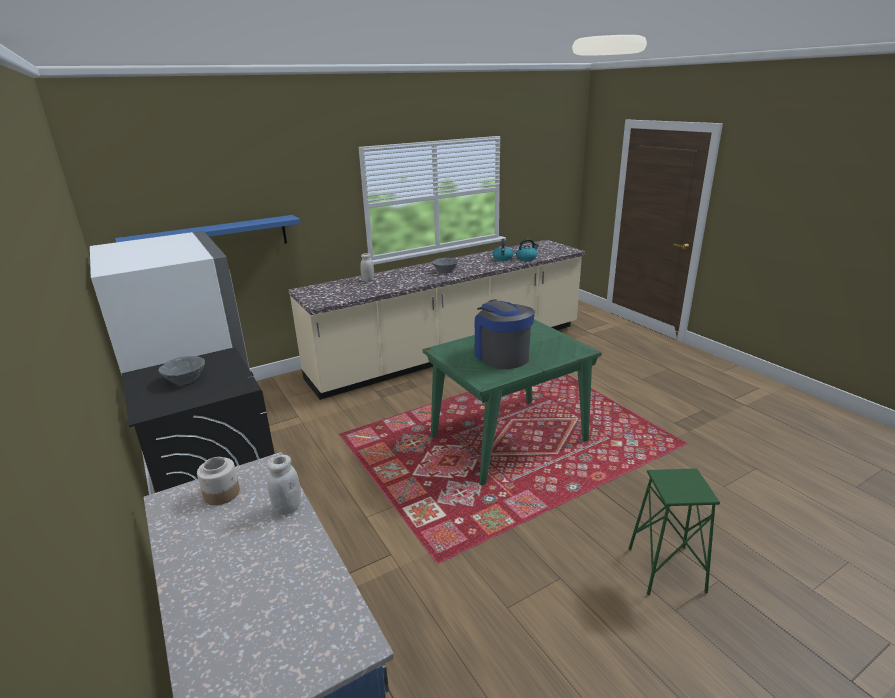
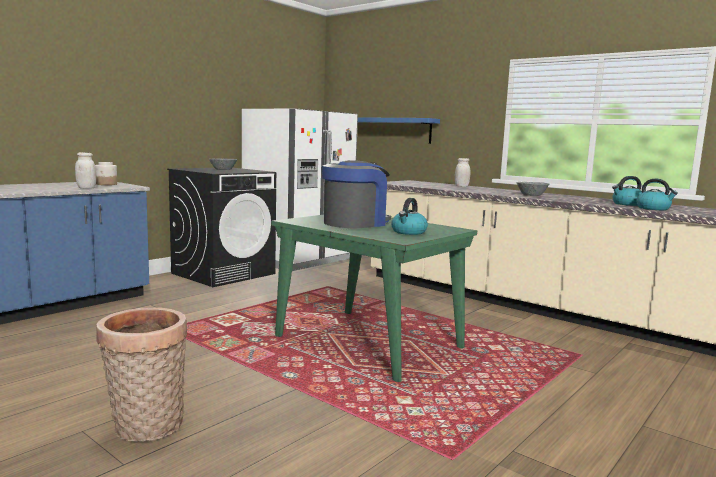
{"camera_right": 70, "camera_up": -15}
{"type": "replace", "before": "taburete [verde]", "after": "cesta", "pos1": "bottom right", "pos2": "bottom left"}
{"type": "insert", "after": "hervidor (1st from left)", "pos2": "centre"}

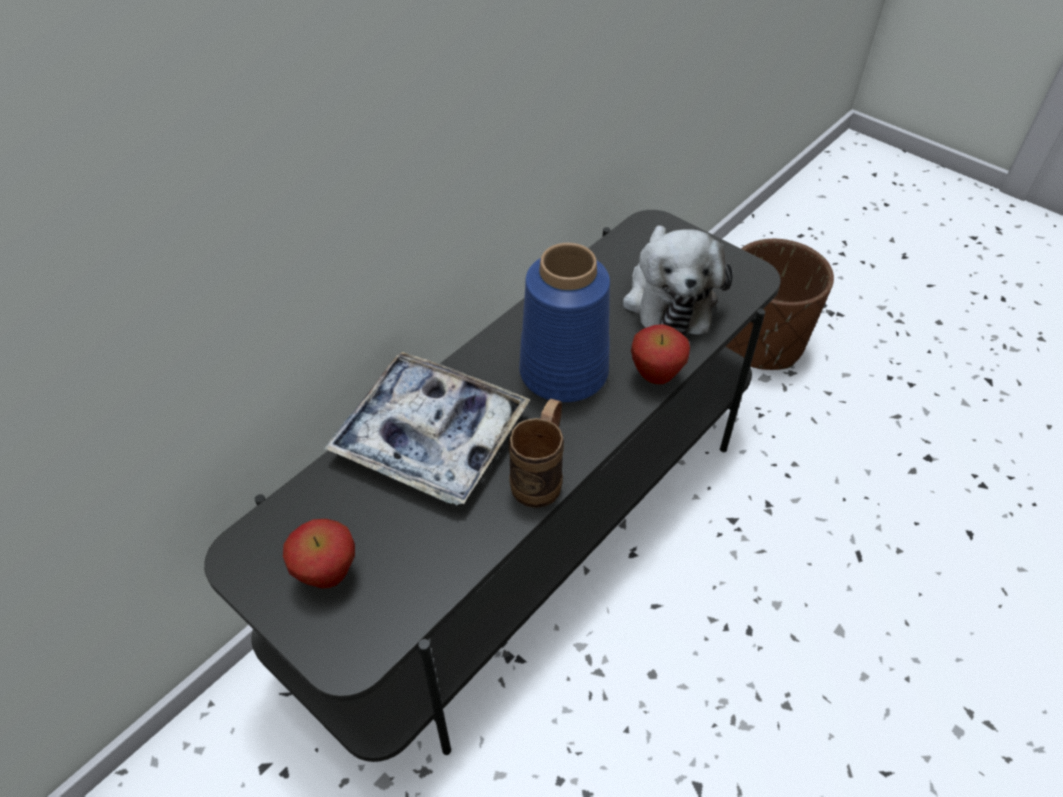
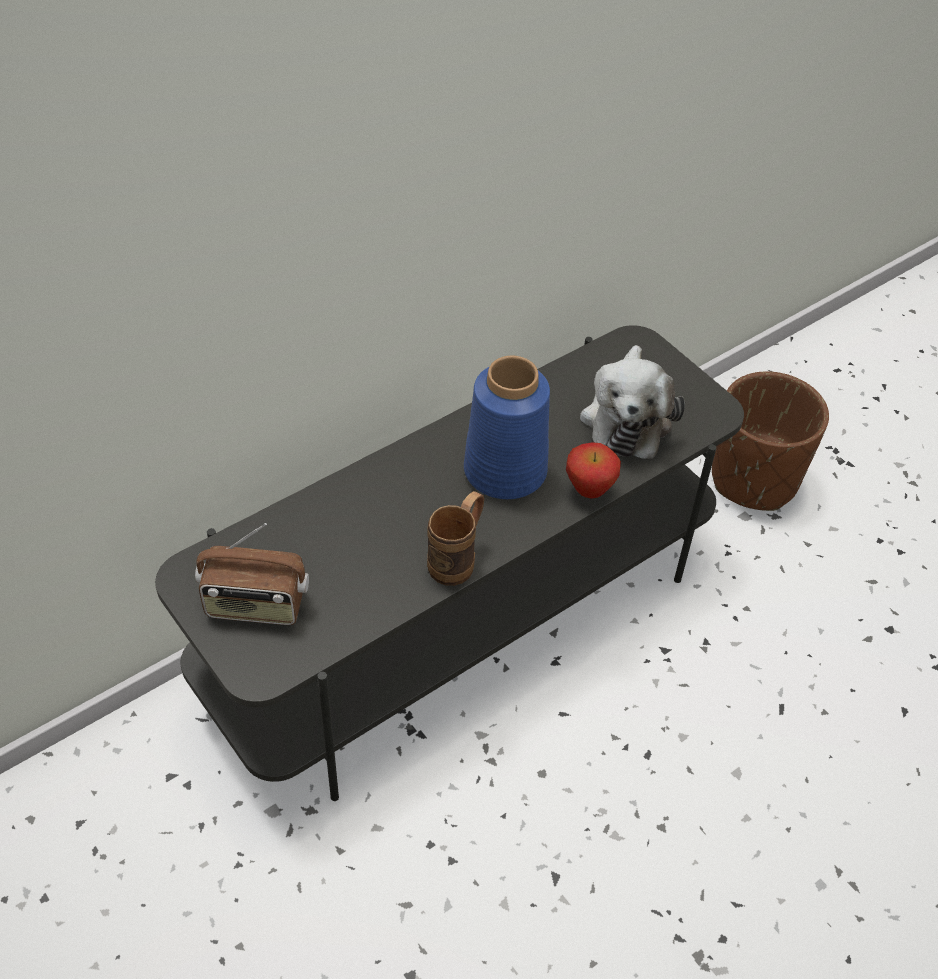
{"camera_right": 10, "camera_up": 0}
{"type": "replace", "before": "manzana (1st from left)", "after": "radio", "pos1": "bottom left", "pos2": "middle left"}
{"type": "delete", "before": "bandeja", "pos1": "centre"}

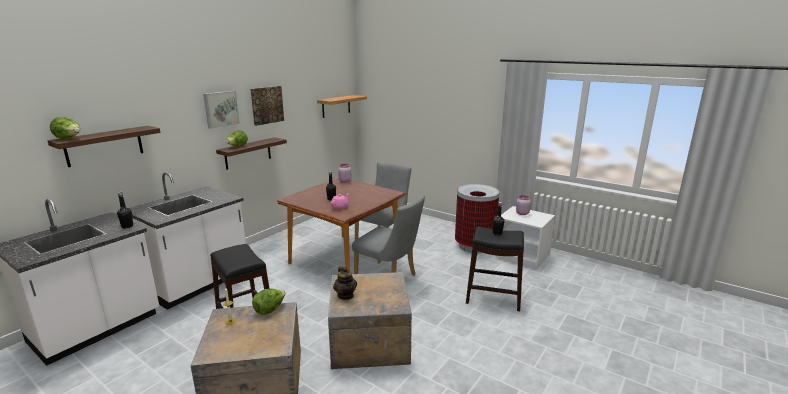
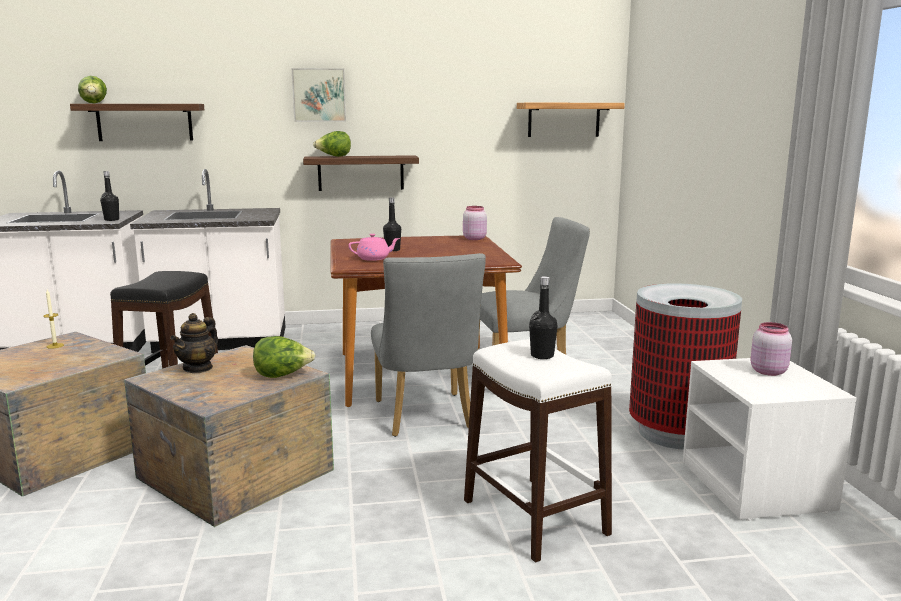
{"camera_right": 45, "camera_up": -5}
{"type": "delete", "before": "cuadro (2nd from left)", "pos1": "top centre"}
{"type": "move", "before": "lechuga (3rd from left in the first image)", "after": "lechuga (2nd from left)", "pos1": "bottom centre", "pos2": "middle left"}
{"type": "recolor", "before": "taburete [negro] (2nd from left)", "after": "taburete [blanco]", "pos1": "bottom centre", "pos2": "bottom centre"}

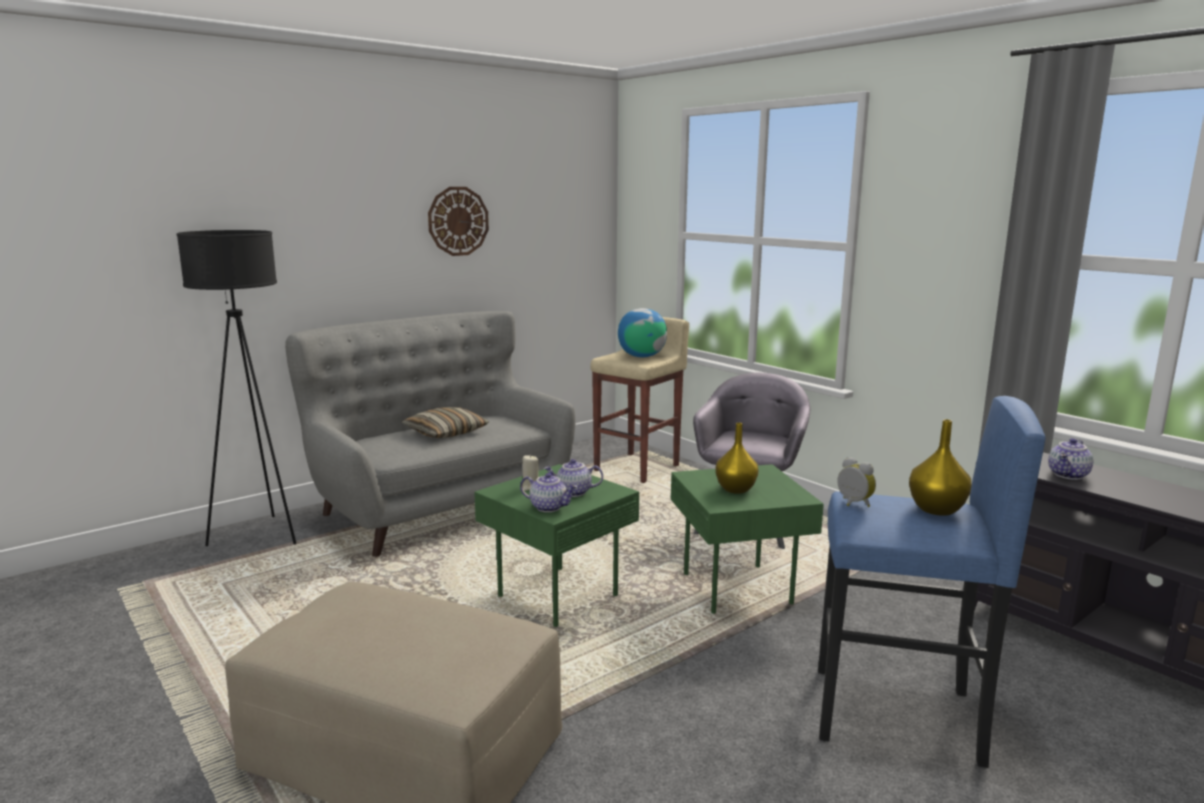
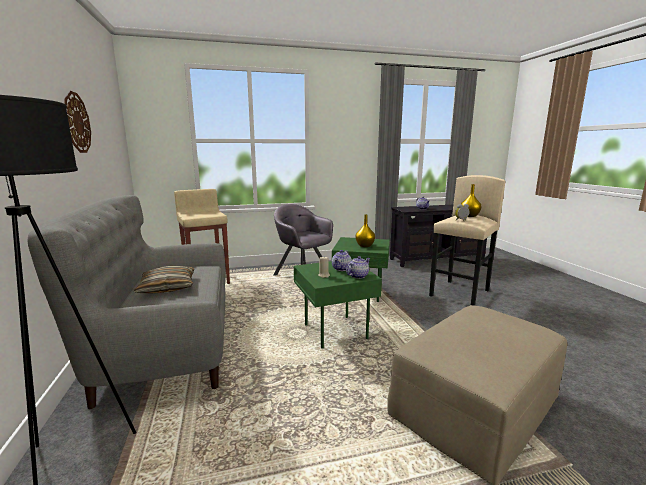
{"camera_right": -65, "camera_up": 0}
{"type": "delete", "before": "globo terráqueo", "pos1": "centre"}
{"type": "recolor", "before": "taburete [azul]", "after": "taburete [beis] (2nd from left)", "pos1": "bottom right", "pos2": "middle right"}

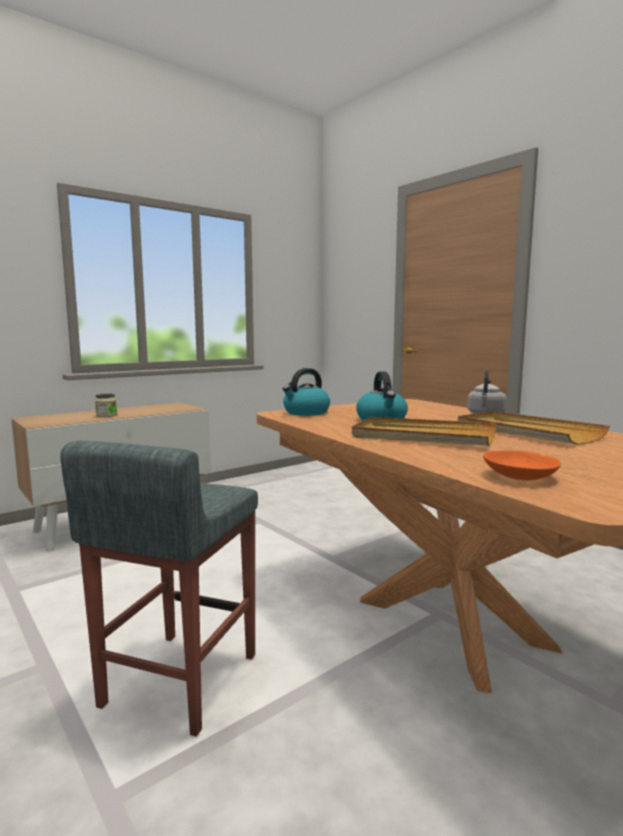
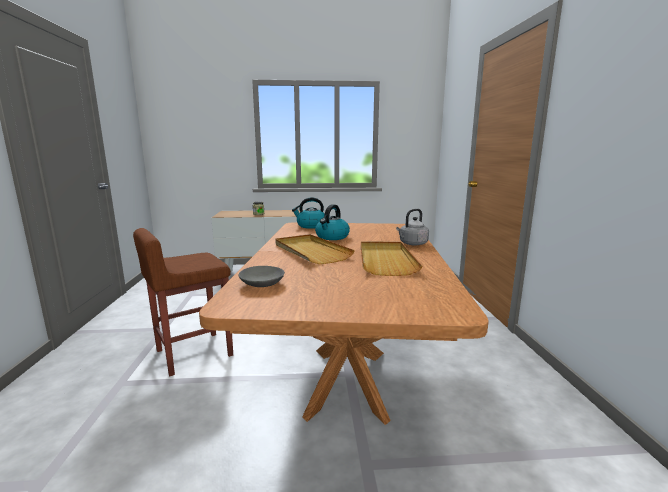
{"camera_right": 35, "camera_up": 5}
{"type": "recolor", "before": "taburete [gris]", "after": "taburete [marrón]", "pos1": "bottom left", "pos2": "middle left"}
{"type": "recolor", "before": "cuenco [naranja]", "after": "cuenco [gris]", "pos1": "middle right", "pos2": "centre"}

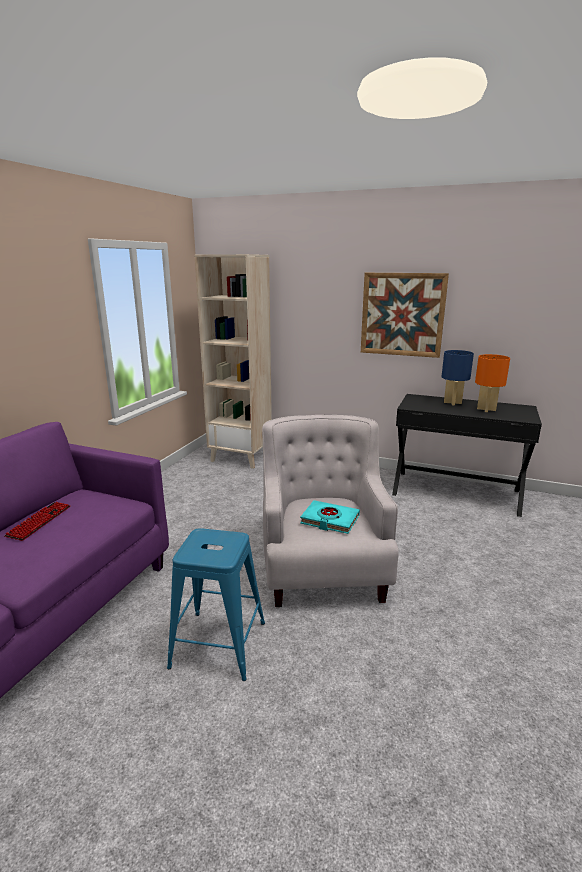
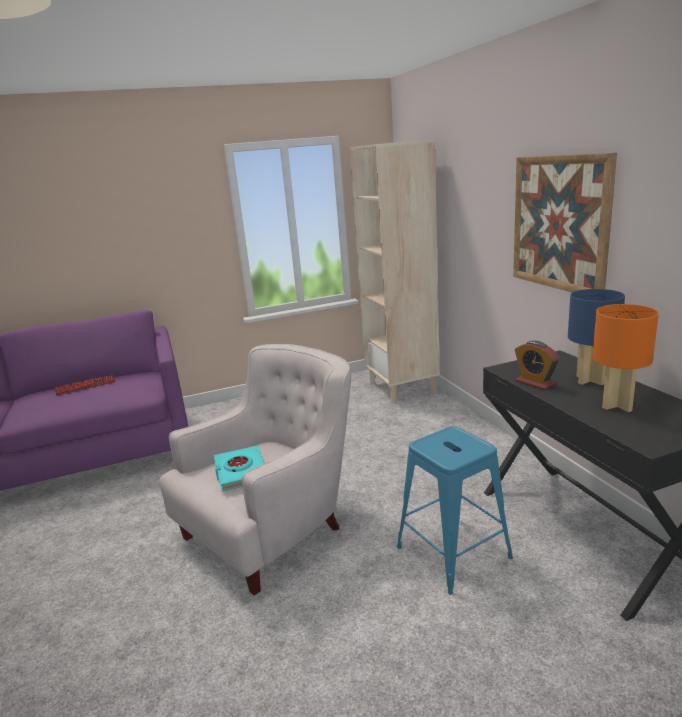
{"camera_right": 50, "camera_up": 0}
{"type": "move", "before": "taburete [azul]", "pos1": "bottom centre", "pos2": "bottom right"}
{"type": "insert", "after": "despertador", "pos2": "middle right"}

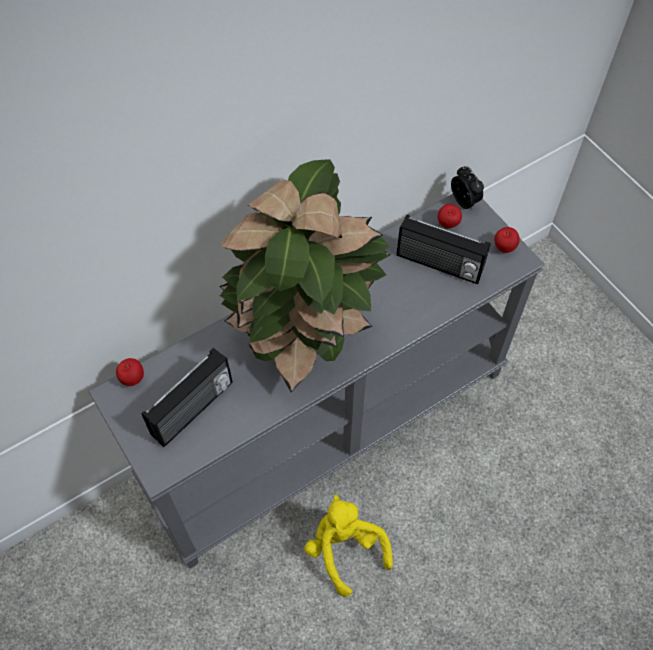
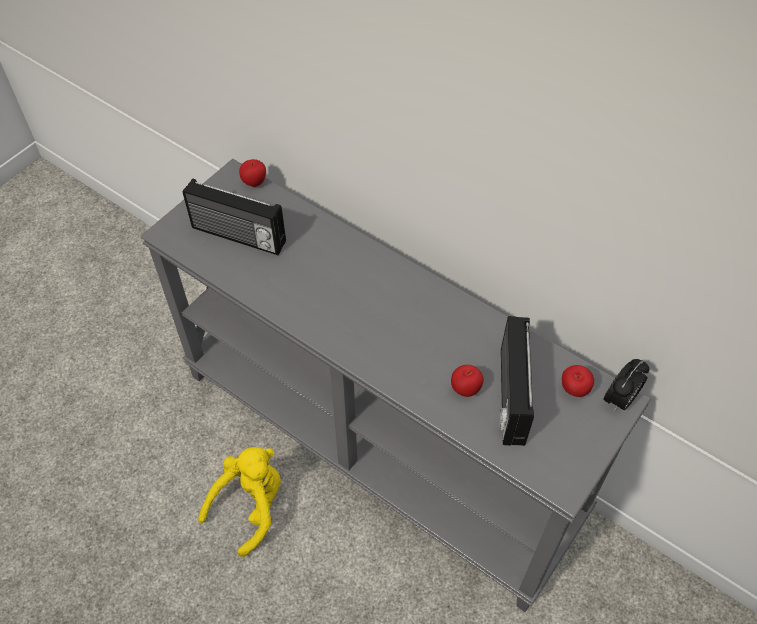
{"camera_right": 70, "camera_up": -5}
{"type": "delete", "before": "planta en maceta", "pos1": "centre"}
{"type": "move", "before": "manzana (3rd from left in the first image)", "after": "manzana (2nd from left)", "pos1": "middle right", "pos2": "centre"}

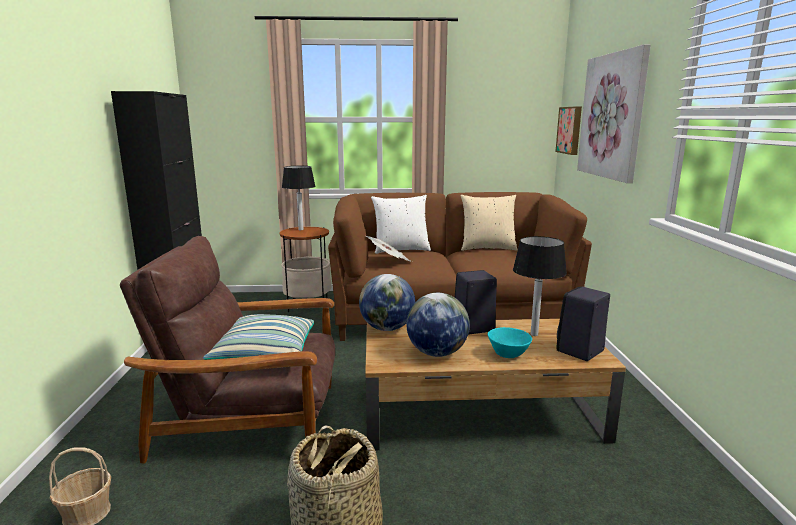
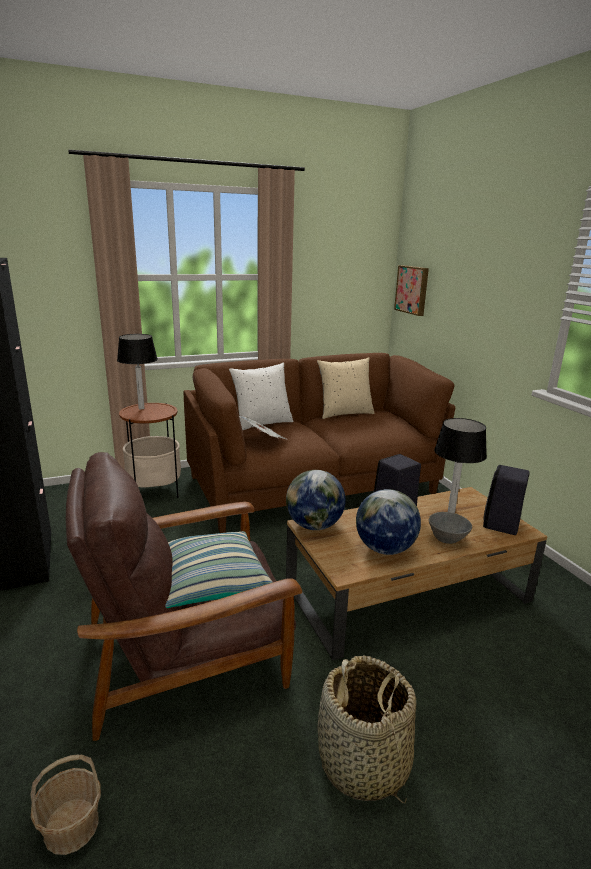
{"camera_right": -20, "camera_up": 5}
{"type": "recolor", "before": "cuenco [turquesa]", "after": "cuenco [gris]", "pos1": "centre", "pos2": "middle right"}
{"type": "delete", "before": "cuadro (2nd from left)", "pos1": "top right"}

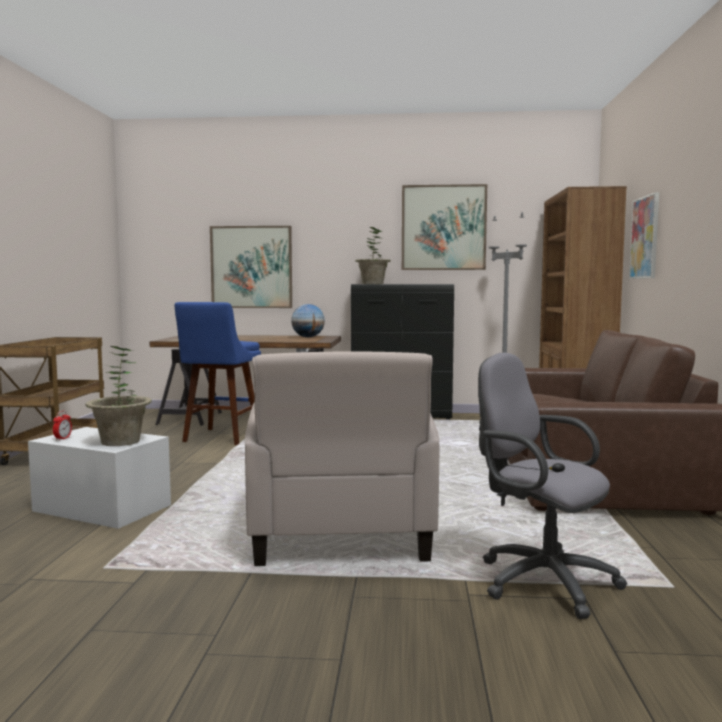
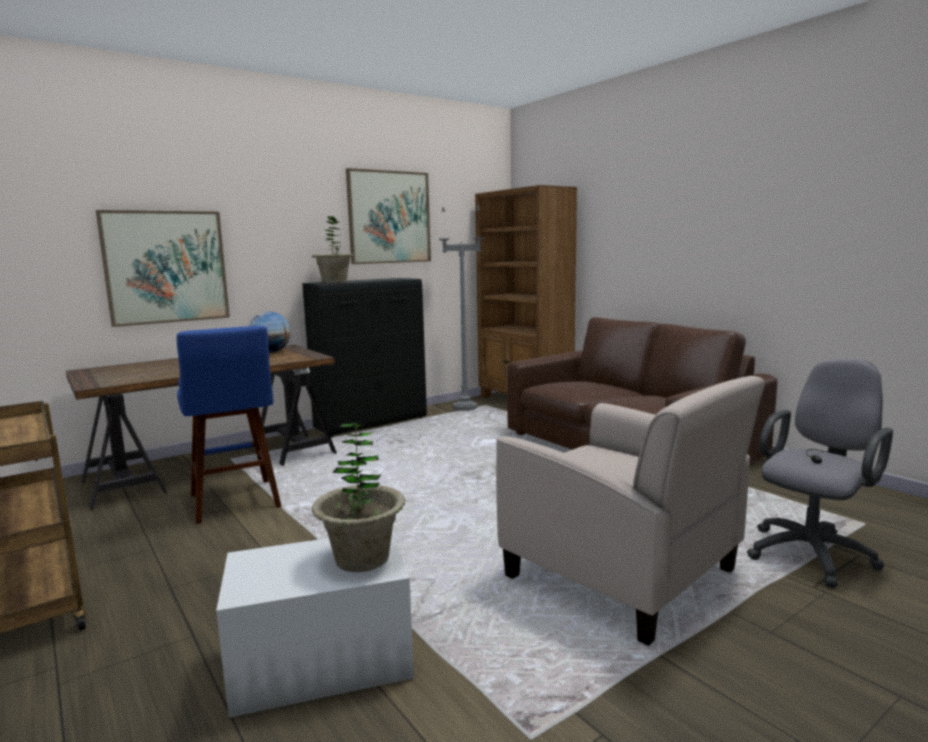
{"camera_right": -40, "camera_up": 5}
{"type": "delete", "before": "despertador", "pos1": "middle left"}
{"type": "rotate", "before": "silla de oficina [gris]", "pos1": "bottom right", "pos2": "middle right", "turn": 135}
{"type": "delete", "before": "cuadro (3rd from left)", "pos1": "top right"}

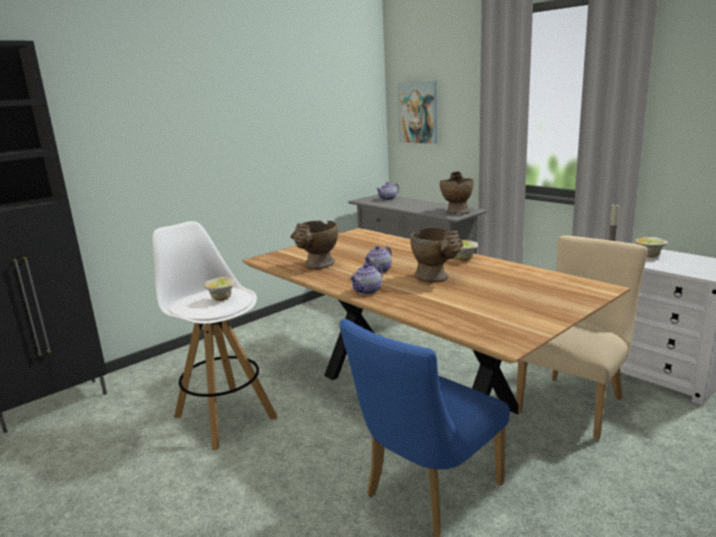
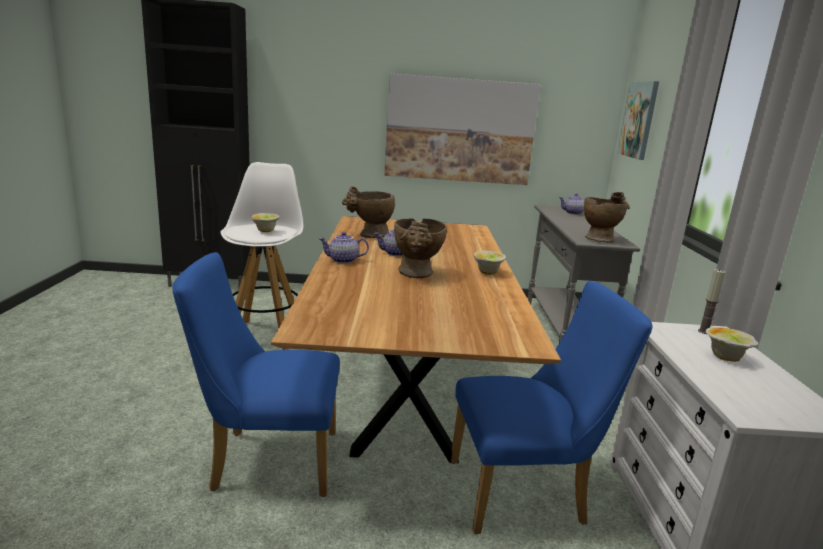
{"camera_right": 40, "camera_up": 0}
{"type": "recolor", "before": "silla [beis]", "after": "silla [azul] (2nd from left)", "pos1": "middle right", "pos2": "bottom right"}
{"type": "insert", "after": "cuadro (1st from left)", "pos2": "top centre"}

